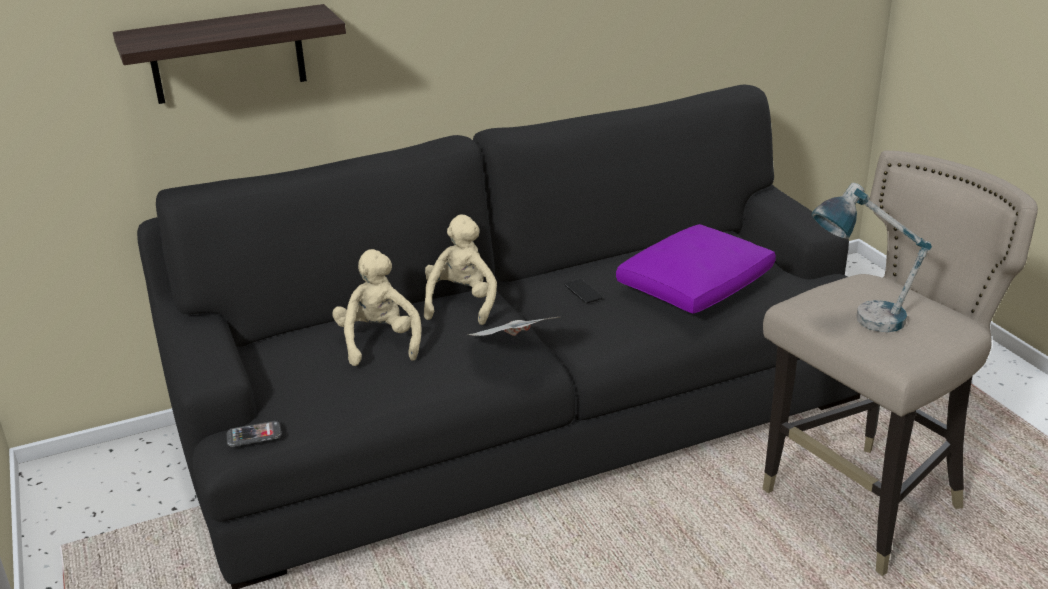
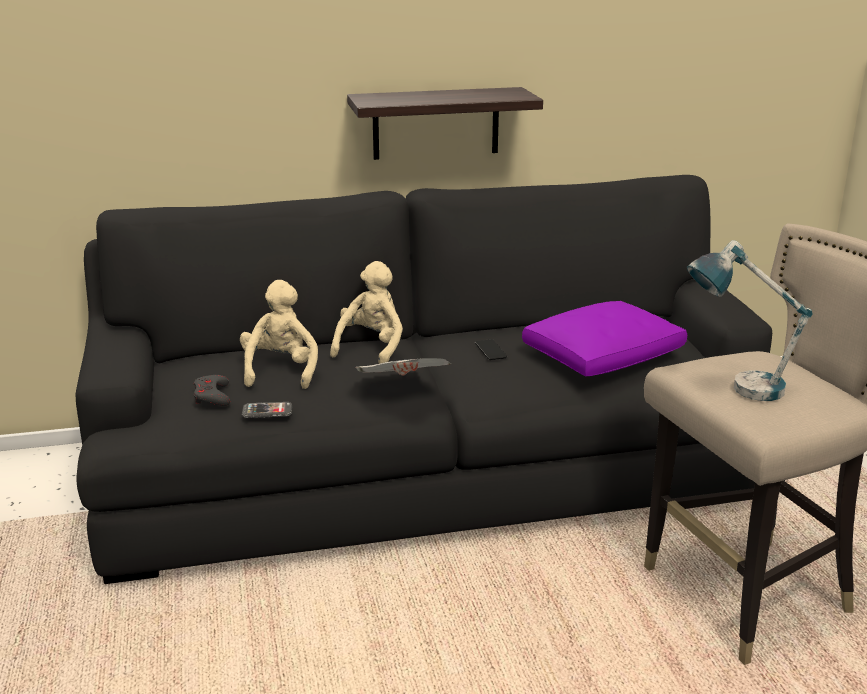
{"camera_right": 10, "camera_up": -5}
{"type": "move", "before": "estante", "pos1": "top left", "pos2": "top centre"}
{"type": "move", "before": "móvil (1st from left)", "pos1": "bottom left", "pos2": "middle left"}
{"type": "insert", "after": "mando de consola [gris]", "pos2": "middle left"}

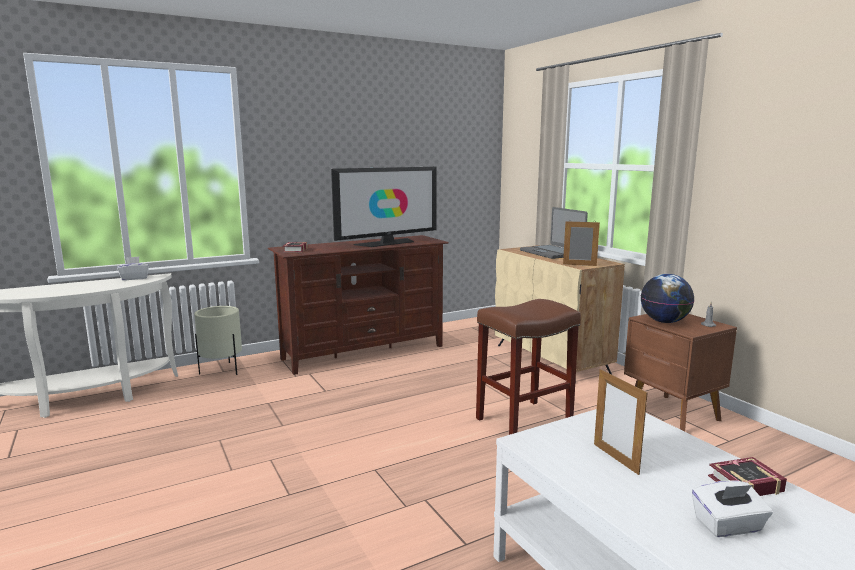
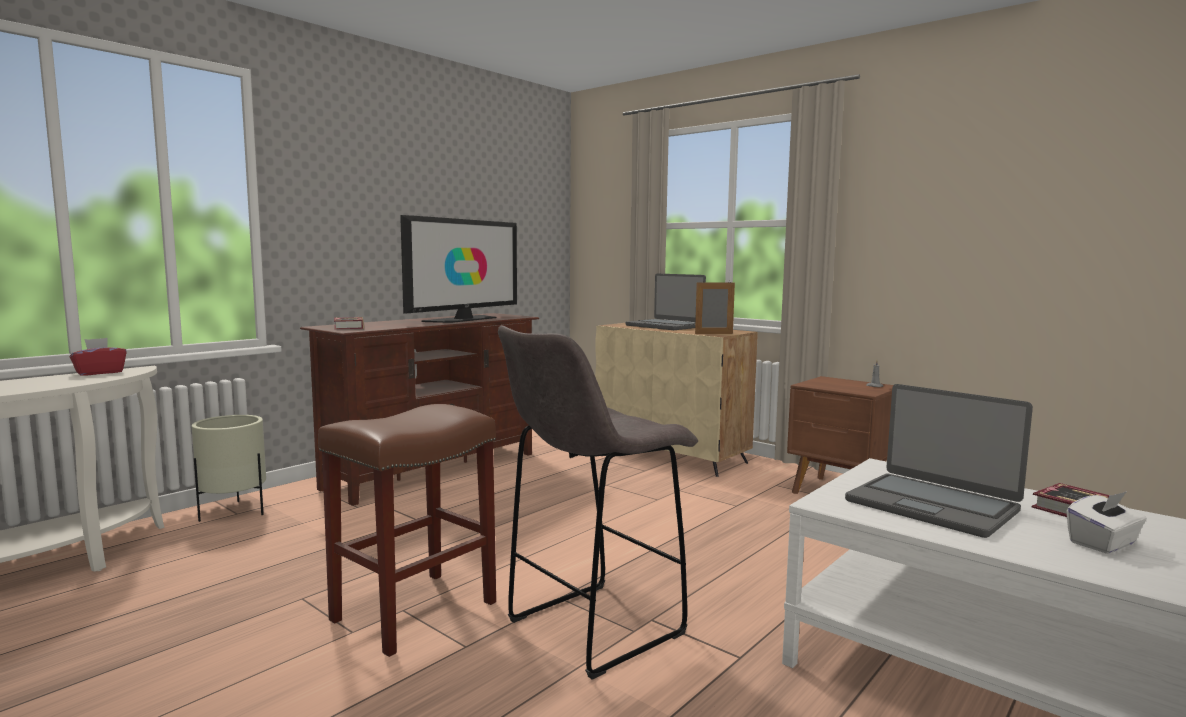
{"camera_right": -20, "camera_up": -5}
{"type": "recolor", "before": "caja de pañuelos [blanco] (1st from left)", "after": "caja de pañuelos [rojo]", "pos1": "middle left", "pos2": "middle left"}
{"type": "move", "before": "taburete [marrón]", "pos1": "centre", "pos2": "bottom centre"}
{"type": "replace", "before": "portarretratos (2nd from left)", "after": "portátil (2nd from left)", "pos1": "bottom right", "pos2": "middle right"}
{"type": "delete", "before": "globo terráqueo", "pos1": "middle right"}
{"type": "insert", "after": "taburete [gris]", "pos2": "bottom centre"}

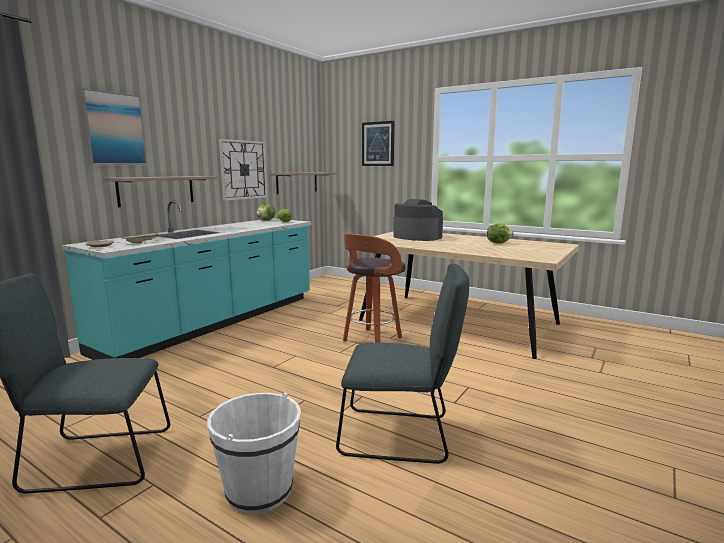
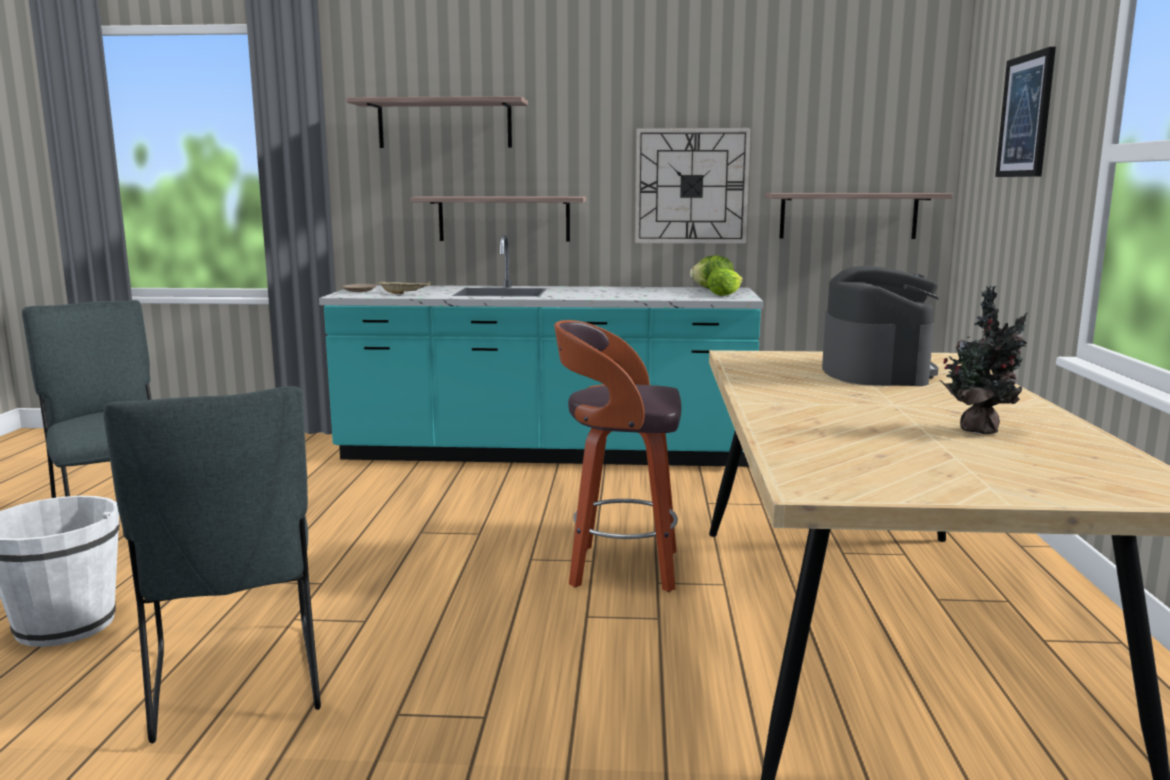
{"camera_right": 60, "camera_up": 0}
{"type": "replace", "before": "cuadro (1st from left)", "after": "estante (1st from left)", "pos1": "top left", "pos2": "top centre"}
{"type": "replace", "before": "lechuga (3rd from left)", "after": "planta en maceta", "pos1": "middle right", "pos2": "middle right"}

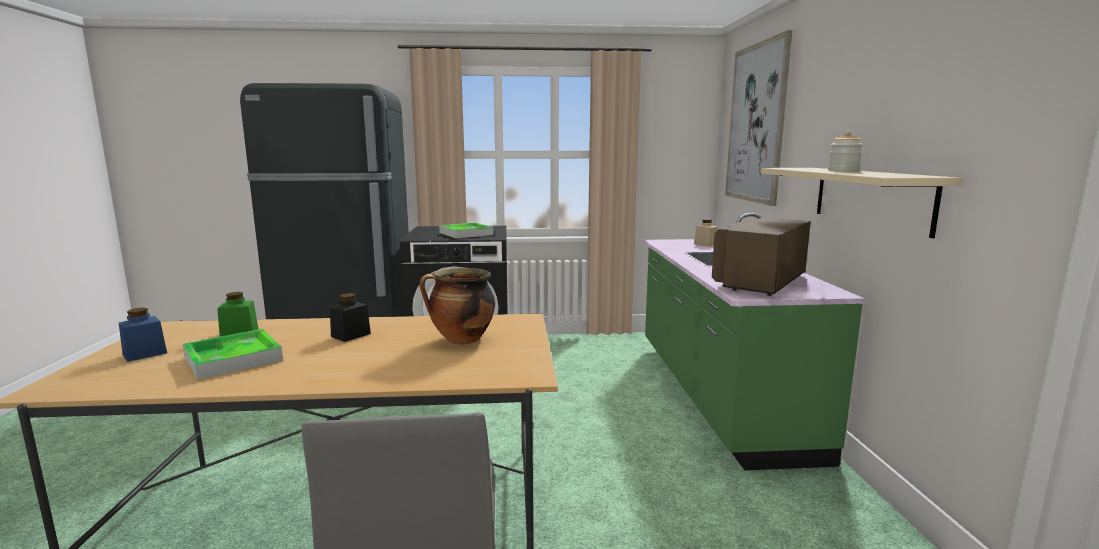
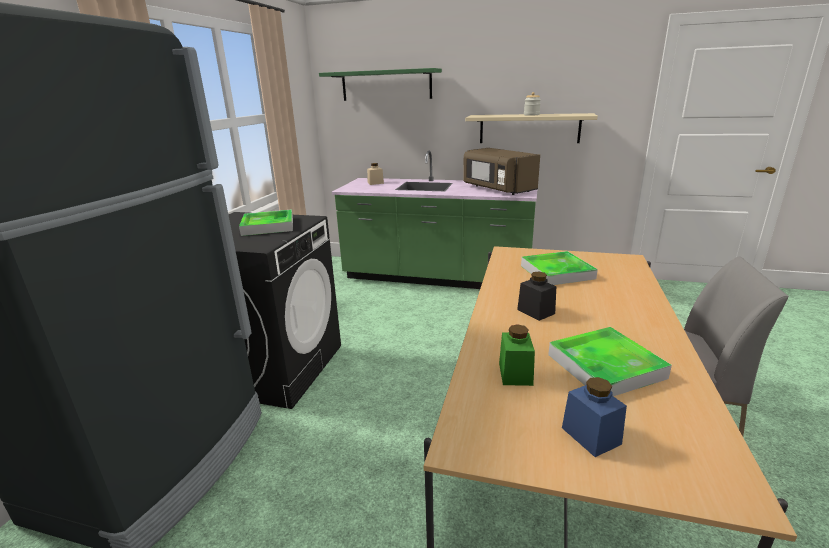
{"camera_right": -70, "camera_up": 10}
{"type": "replace", "before": "olla", "after": "bandeja (2nd from left)", "pos1": "centre", "pos2": "middle right"}
{"type": "replace", "before": "cuadro", "after": "estante [verde]", "pos1": "top right", "pos2": "top centre"}

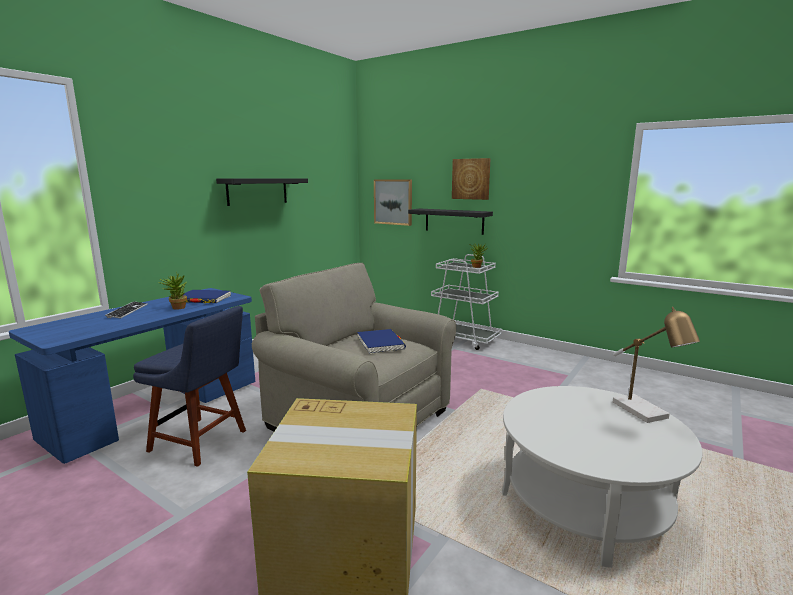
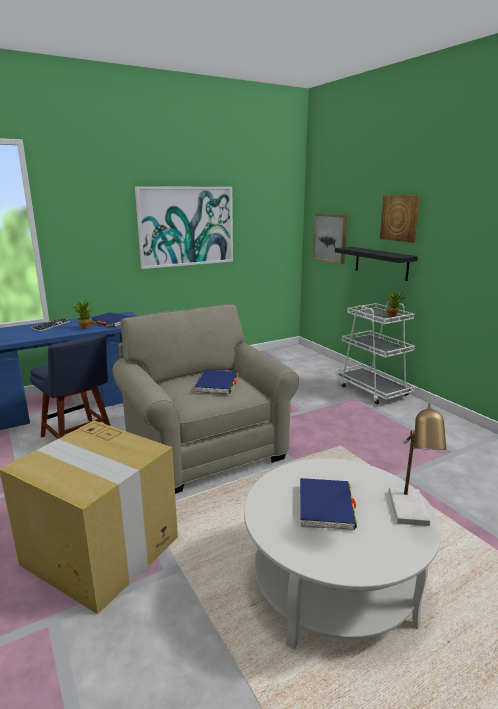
{"camera_right": 25, "camera_up": 5}
{"type": "replace", "before": "estante [negro] (1st from left)", "after": "cuadro (1st from left)", "pos1": "top left", "pos2": "top centre"}
{"type": "insert", "after": "libro [azul] (3rd from left)", "pos2": "bottom centre"}

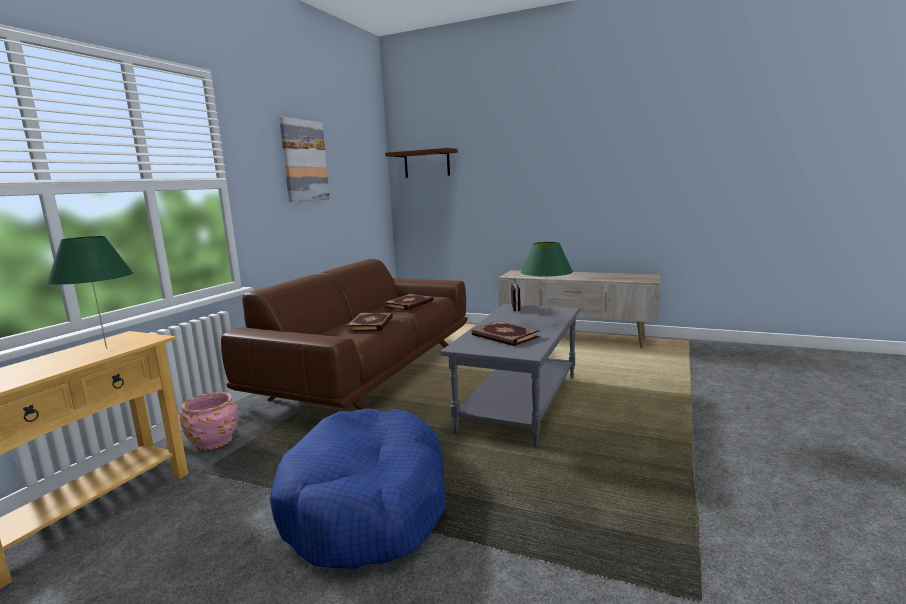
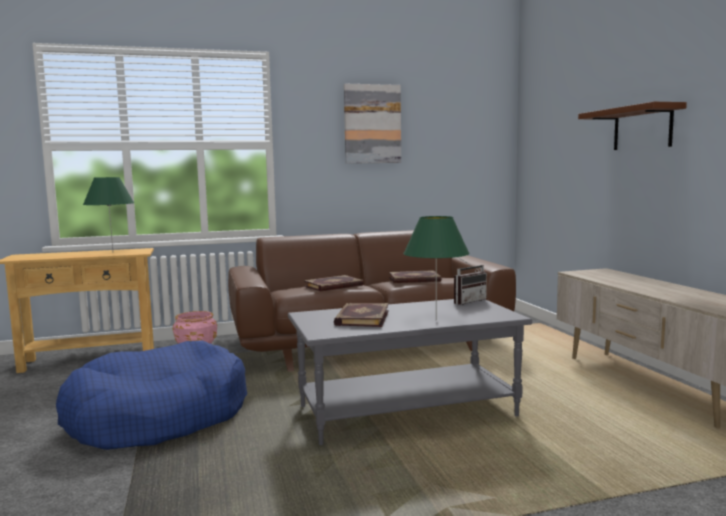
{"camera_right": 50, "camera_up": -5}
{"type": "move", "before": "estante [marrón]", "pos1": "top centre", "pos2": "top right"}

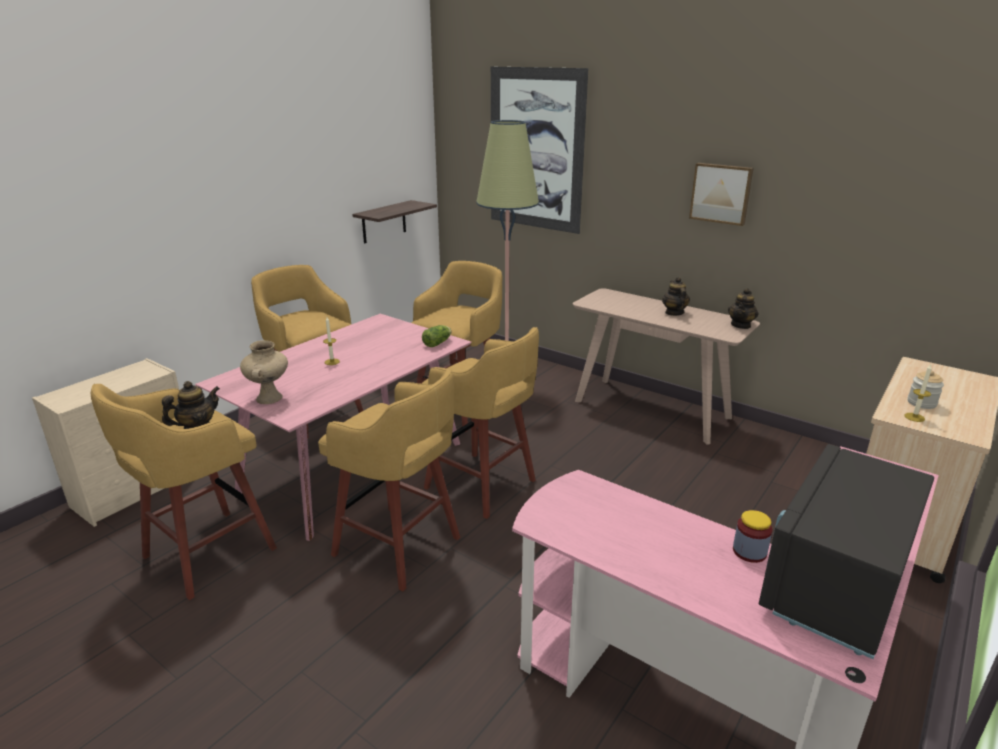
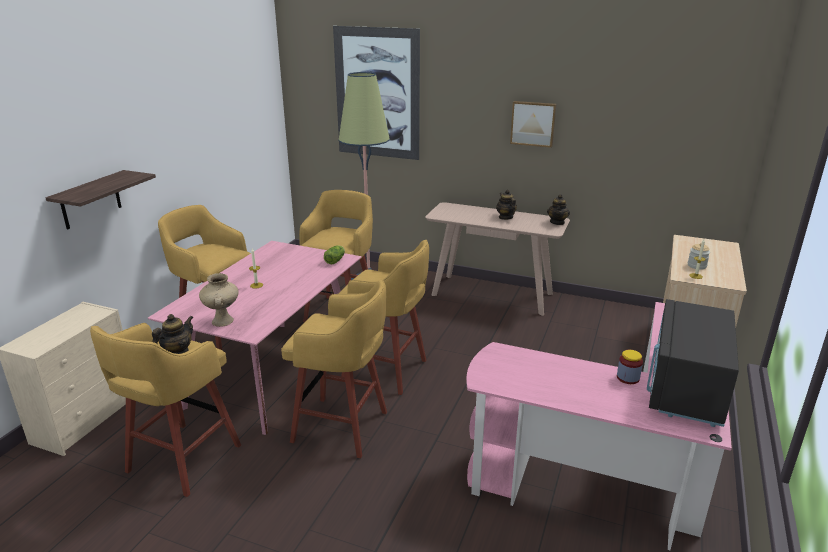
{"camera_right": -15, "camera_up": 0}
{"type": "move", "before": "estante", "pos1": "top centre", "pos2": "middle left"}

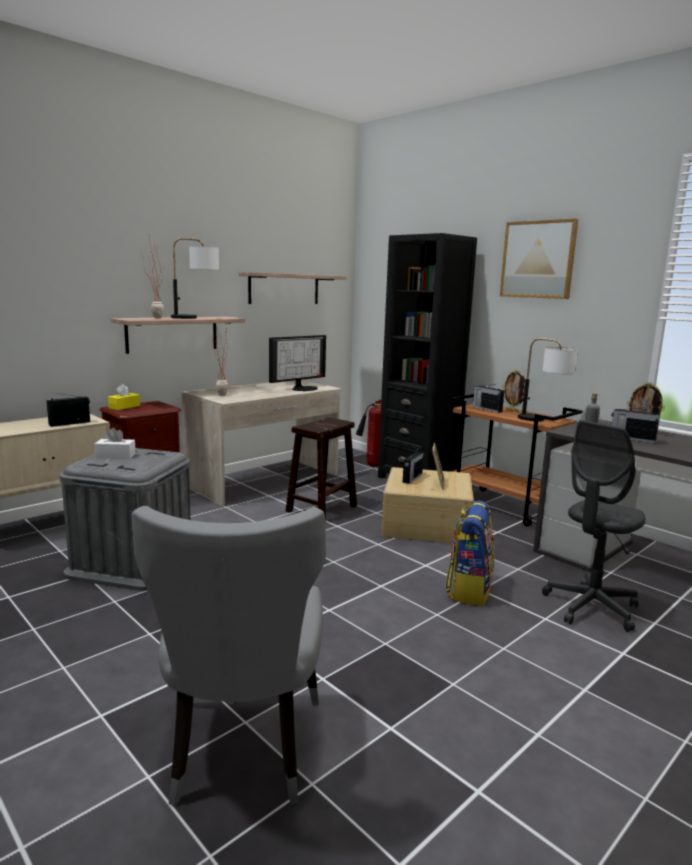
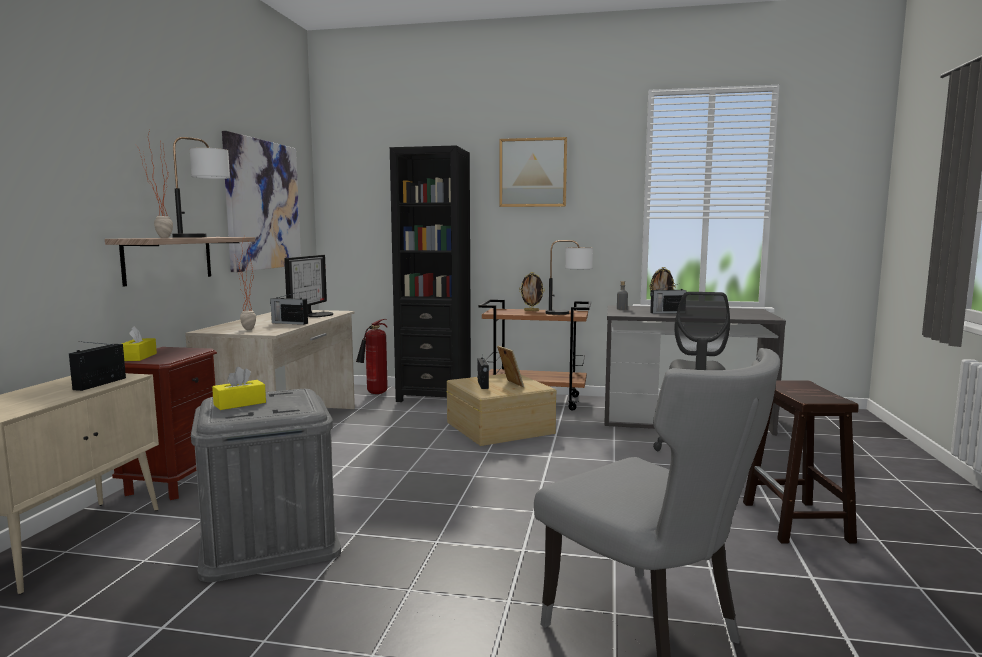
{"camera_right": -35, "camera_up": -5}
{"type": "recolor", "before": "caja de pañuelos [blanco]", "after": "caja de pañuelos [amarillo] (2nd from left)", "pos1": "middle left", "pos2": "middle left"}
{"type": "replace", "before": "estante (2nd from left)", "after": "cuadro (1st from left)", "pos1": "top centre", "pos2": "top left"}
{"type": "move", "before": "taburete [marrón]", "pos1": "centre", "pos2": "bottom right"}
{"type": "delete", "before": "mochila", "pos1": "middle right"}
{"type": "move", "before": "radio (3rd from left in the first image)", "after": "radio (2nd from left)", "pos1": "middle right", "pos2": "middle left"}

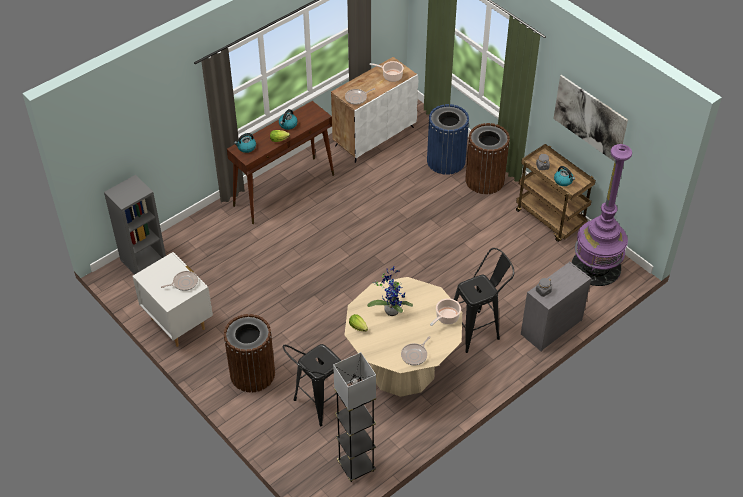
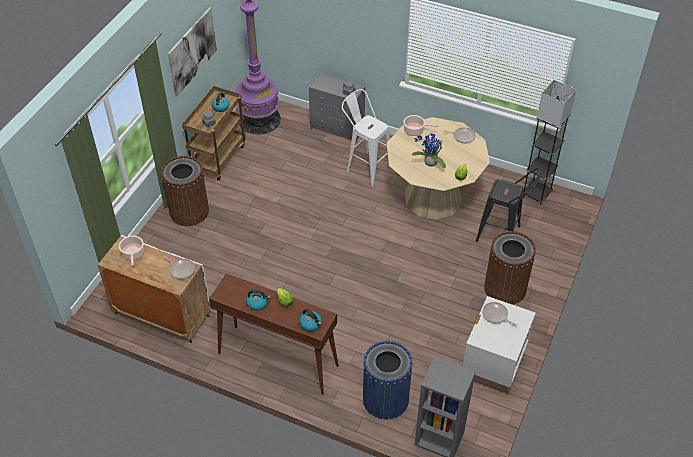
{"camera_right": -115, "camera_up": 0}
{"type": "move", "before": "papelera [azul]", "pos1": "top centre", "pos2": "bottom centre"}
{"type": "recolor", "before": "taburete [negro] (2nd from left)", "after": "taburete [blanco]", "pos1": "centre", "pos2": "top centre"}

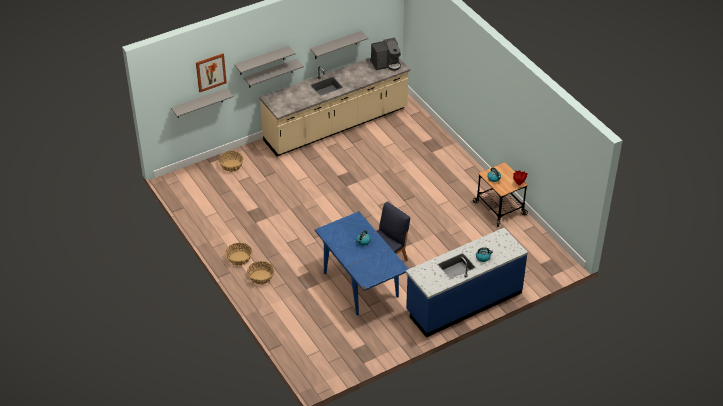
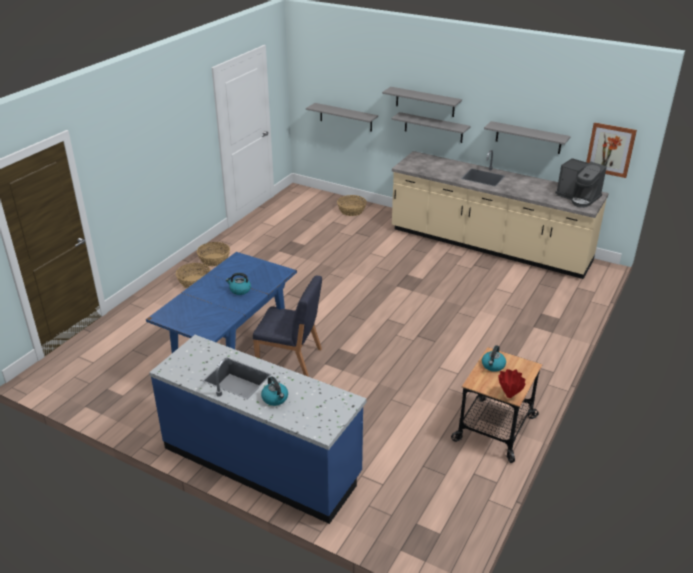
{"camera_right": 60, "camera_up": -10}
{"type": "move", "before": "cuadro", "pos1": "top left", "pos2": "top right"}

